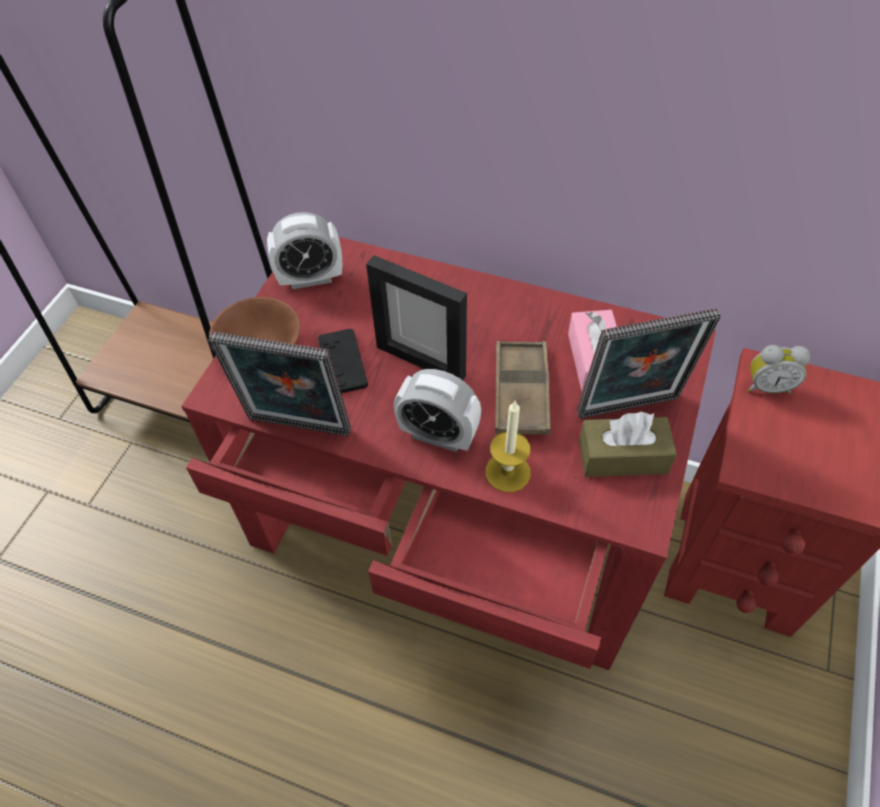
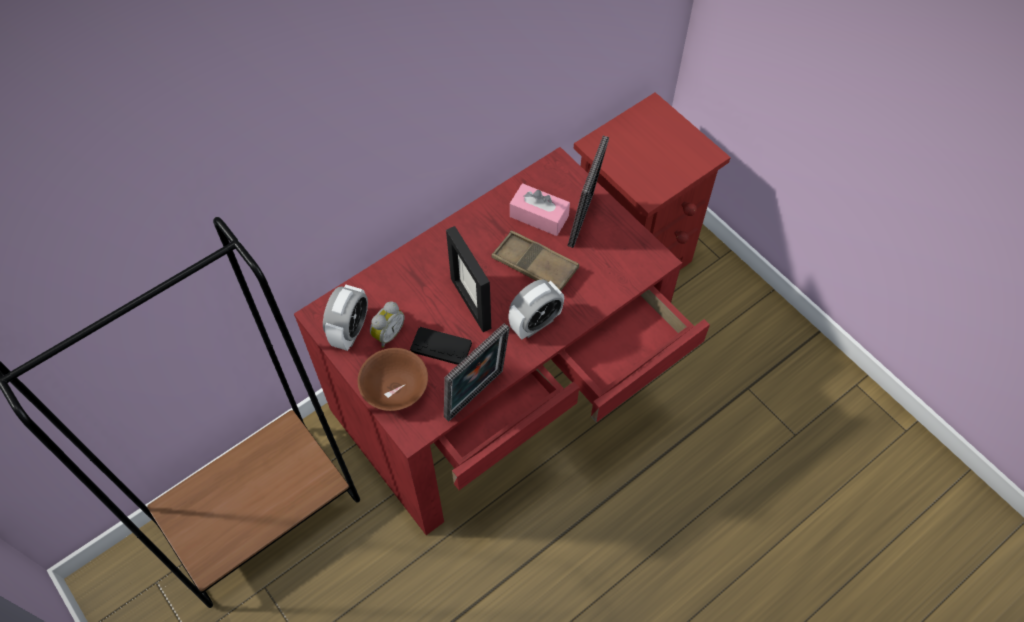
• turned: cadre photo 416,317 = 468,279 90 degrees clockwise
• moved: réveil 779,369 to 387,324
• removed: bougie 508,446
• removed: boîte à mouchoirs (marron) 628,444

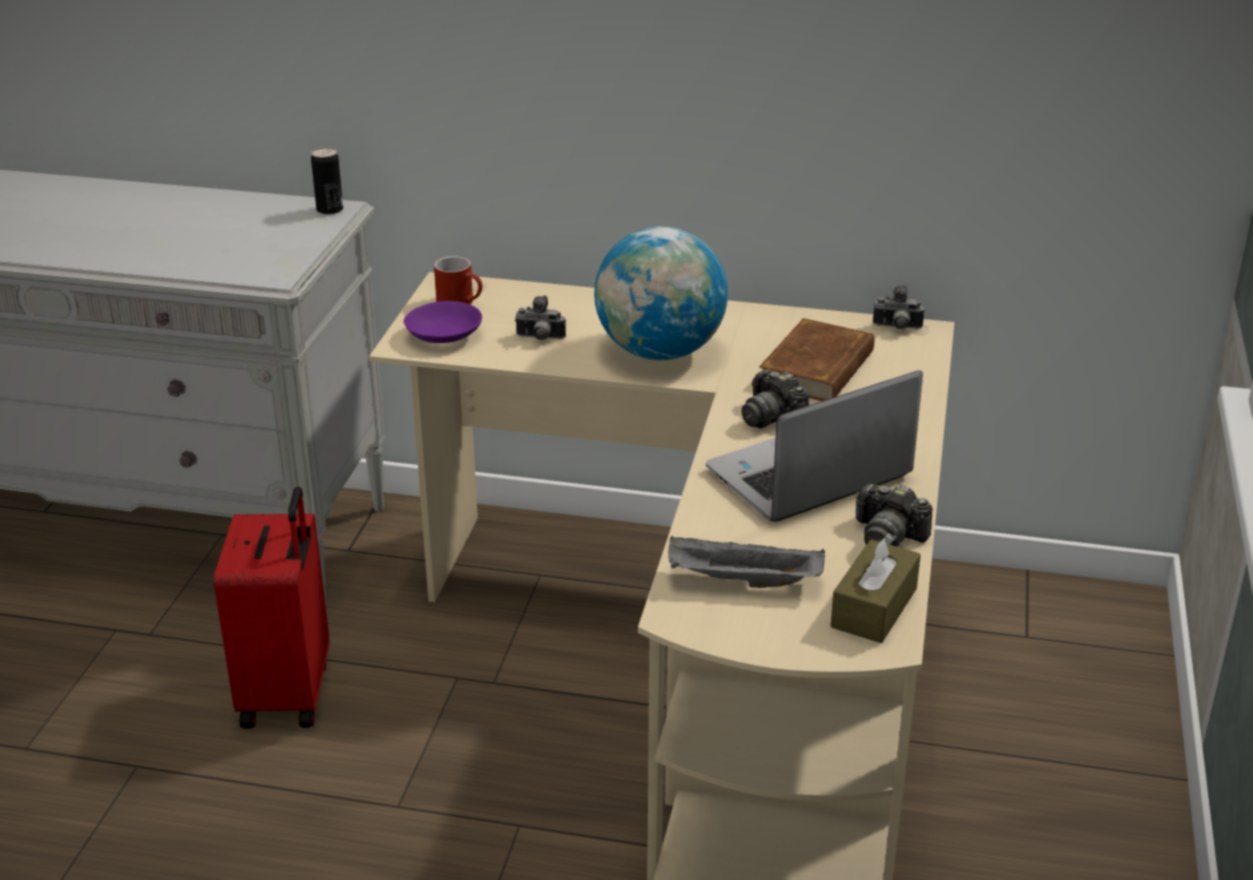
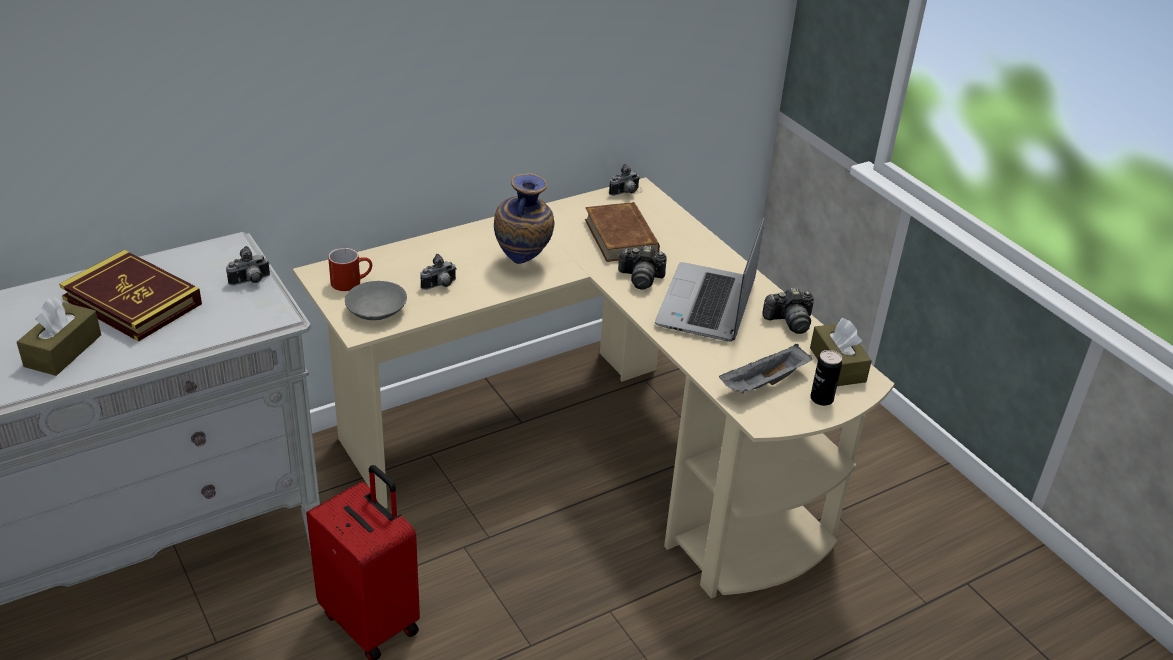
• moved: boîte métallique 327,181 to 826,378
• replaced: globe 661,293 to vase 524,218
• recoloured: bol (violet) 443,322 to bol (gris) 376,300
• added: appareil photo 248,266
• added: livre 130,296
• added: boîte à mouchoirs (marron) 59,337

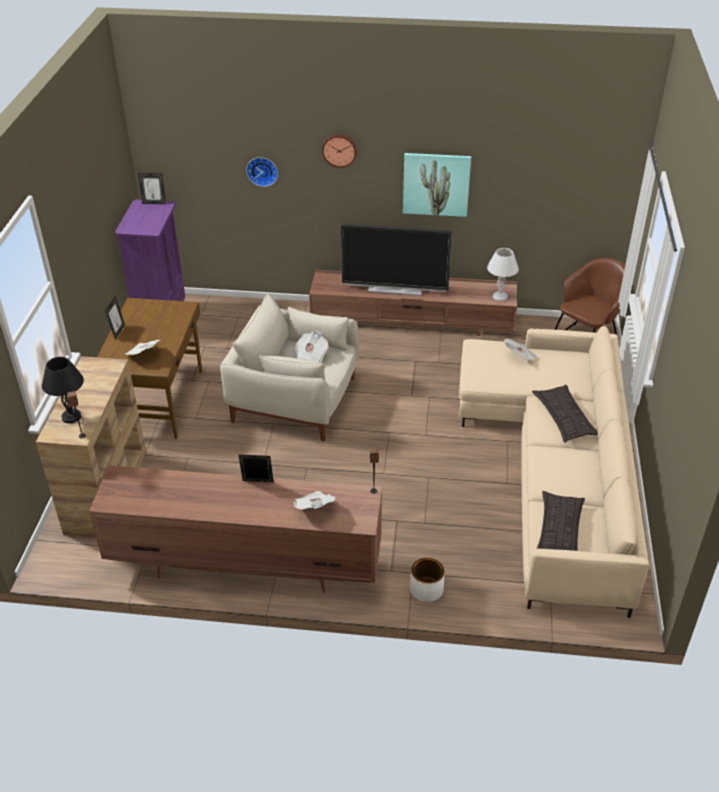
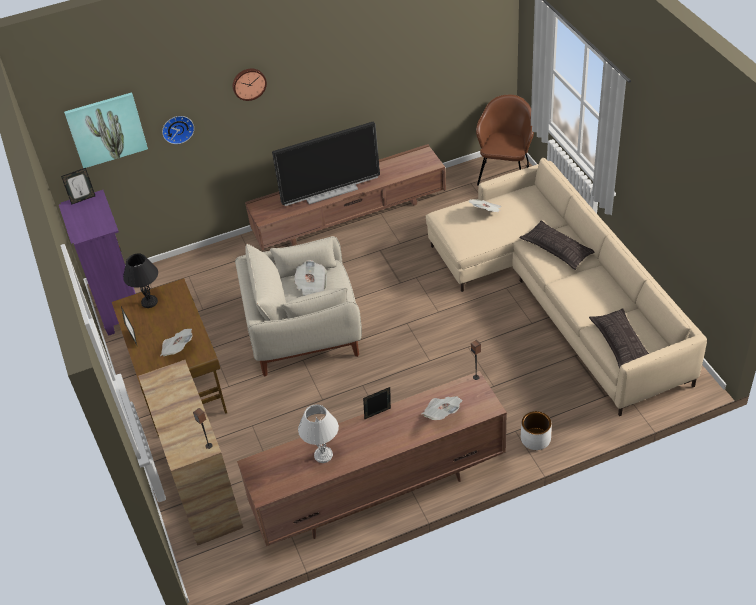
• moved: tableau 437,185 to 106,130
• moved: lampe de table (blanc) 503,274 to 318,433
• moved: lampe de table (noir) 63,390 to 140,280

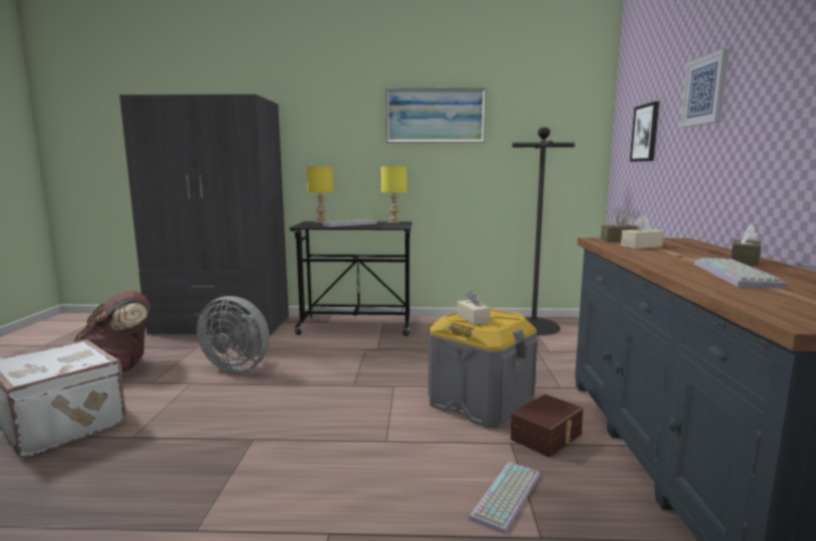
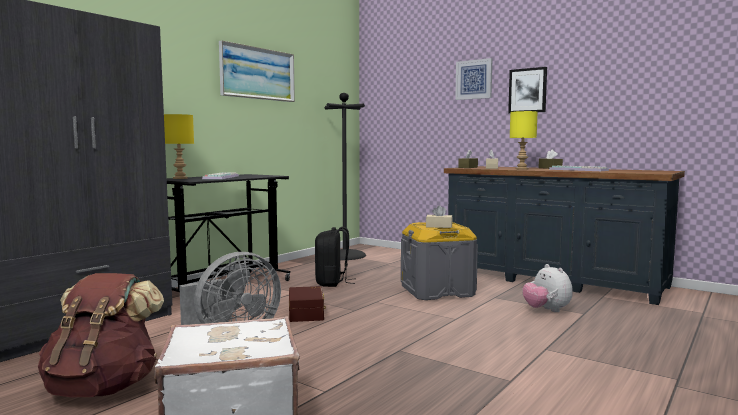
• moved: tableau 644,131 to 527,90
• moved: lampe de table (jaune) 394,194 to 523,140
• moved: boîte de rangement (marron) 547,425 to 307,304
• replaced: clavier 504,498 to peluche 547,288
• added: sac à dos (noir) 335,257

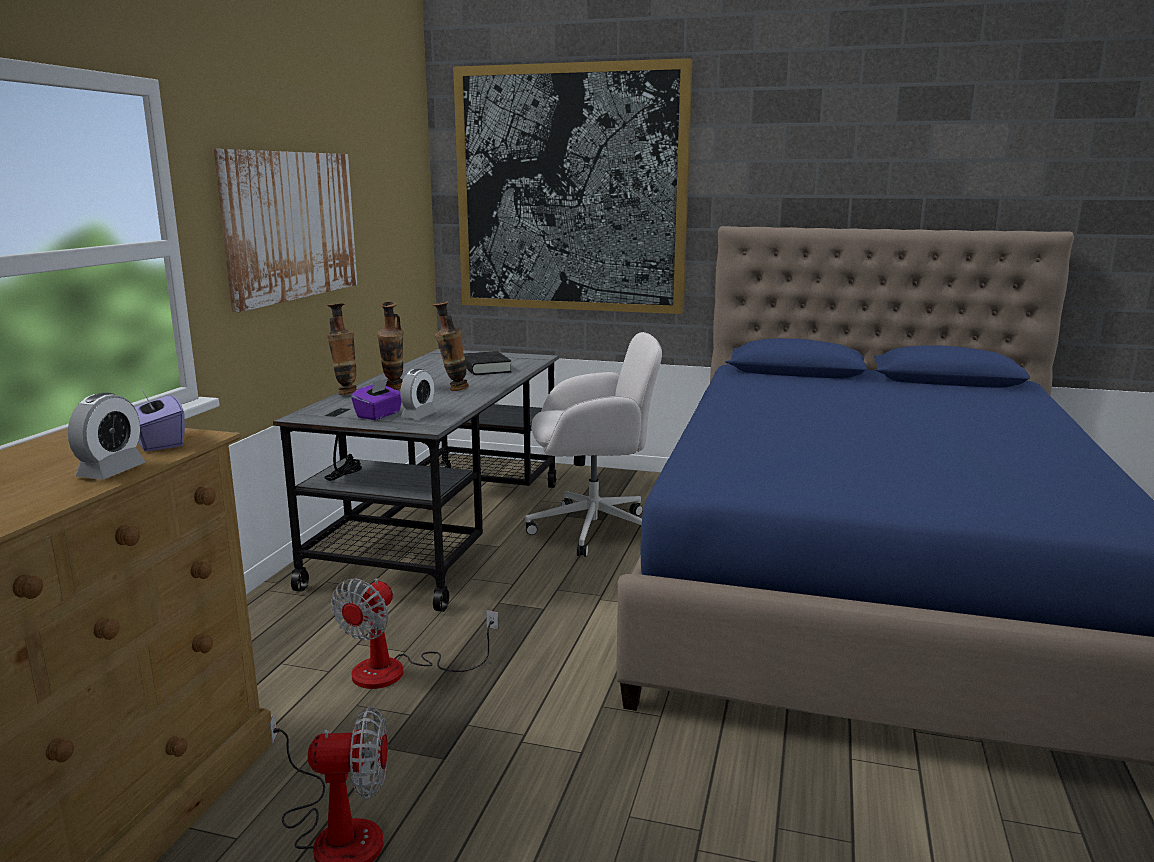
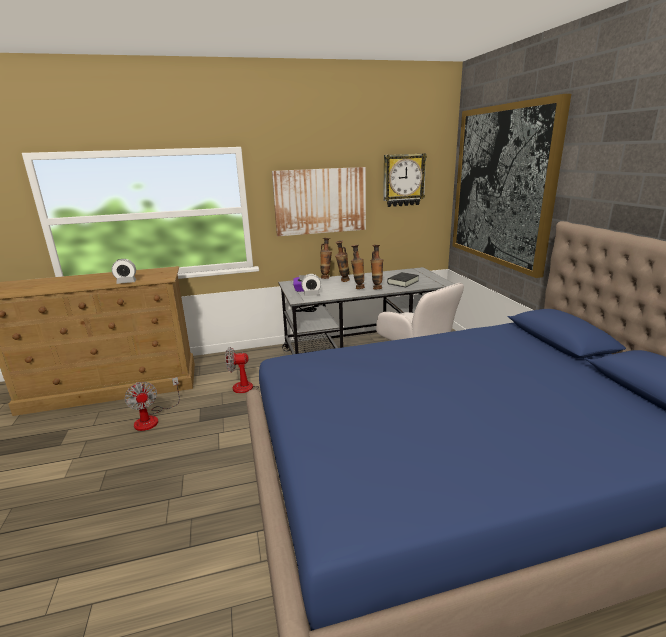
• removed: boîte à mouchoirs (violet) 160,419
• added: horloge murale 405,180
• added: vase 376,267

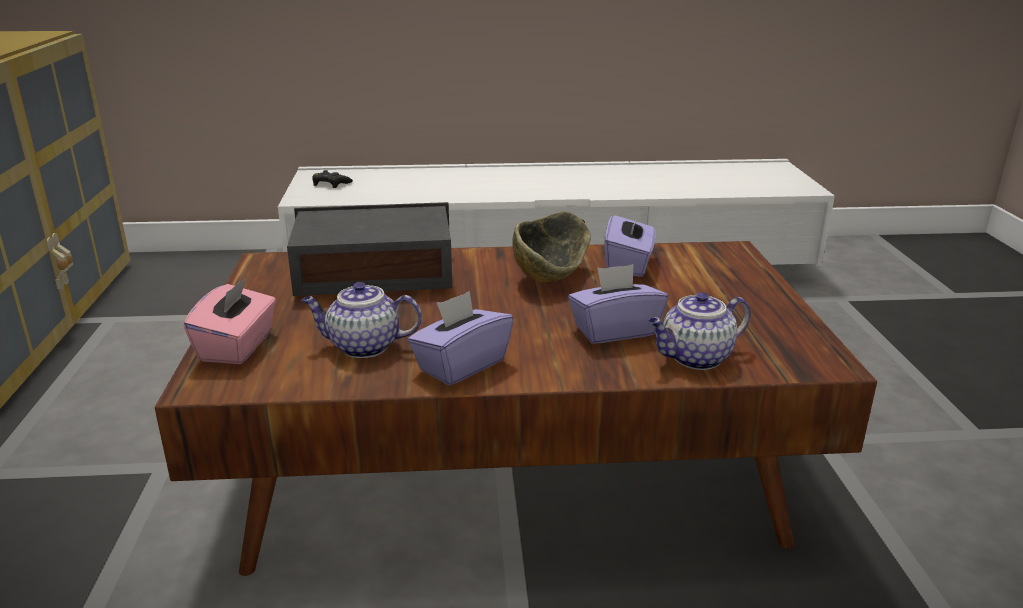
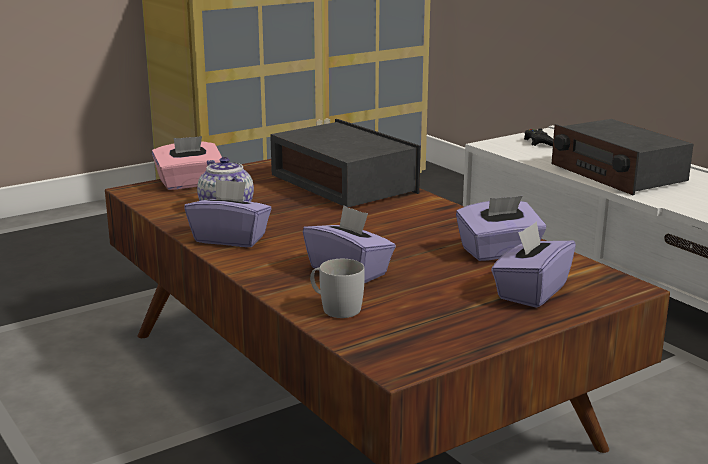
• removed: bol 551,246
• replaced: théière 699,331 to mug (blanc) 337,288
• added: radio 622,157
• added: boîte à mouchoirs (violet) 533,264

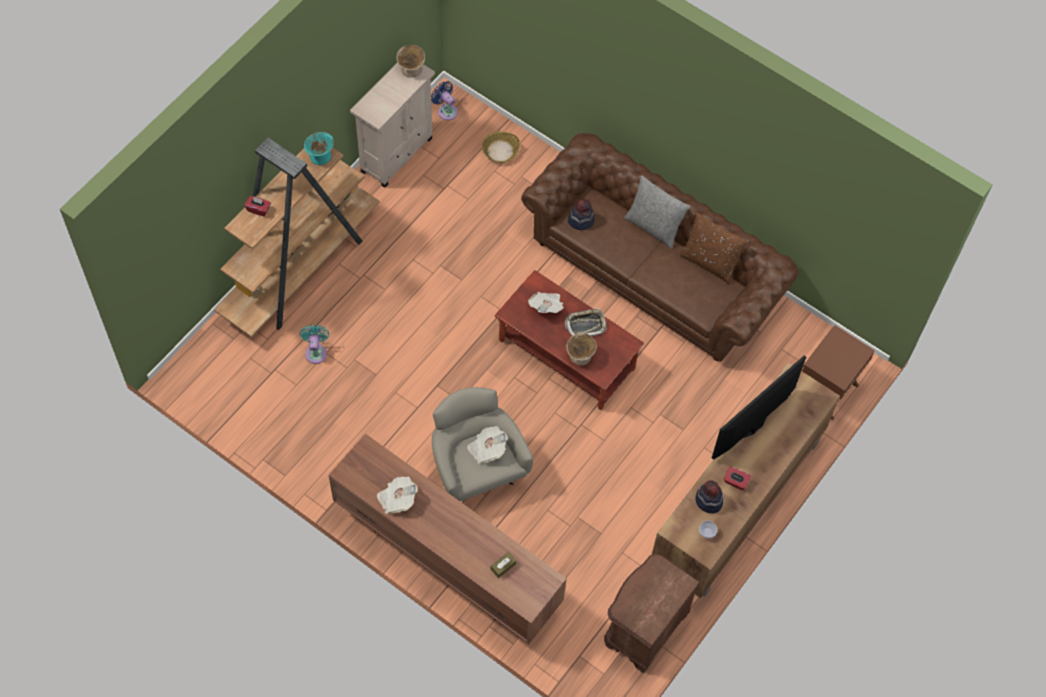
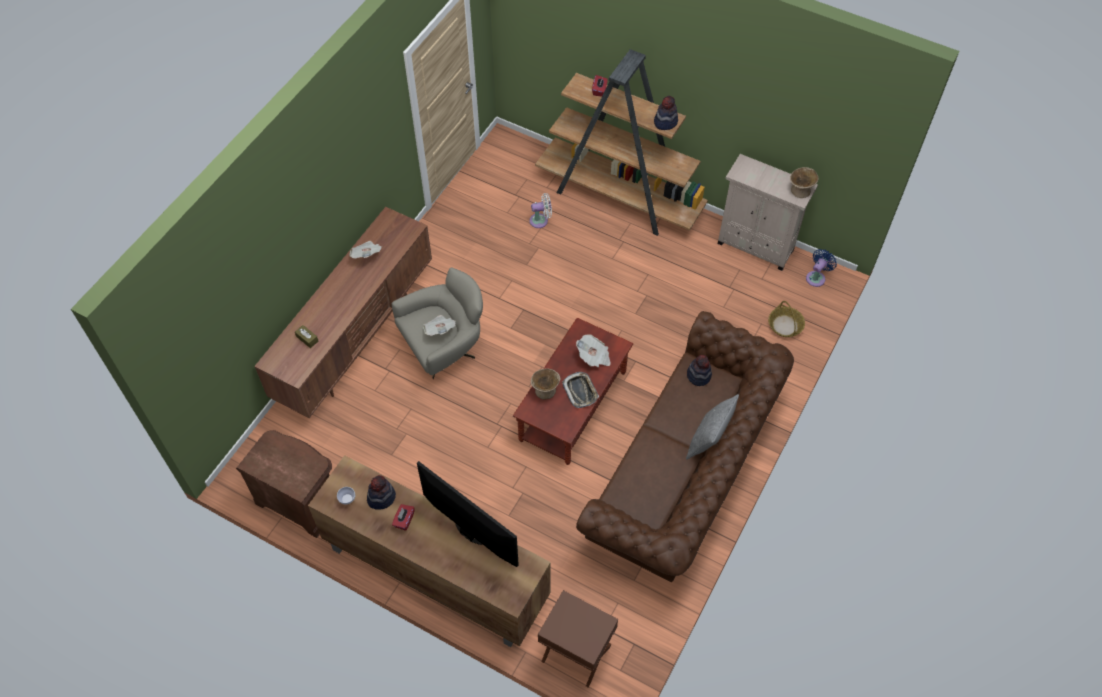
• replaced: bol (turquoise) 319,148 to chapeau 666,113
• removed: coussin (marron) 713,248
• recoloured: ventilateur (turquoise) 314,344 to ventilateur (blanc) 540,210

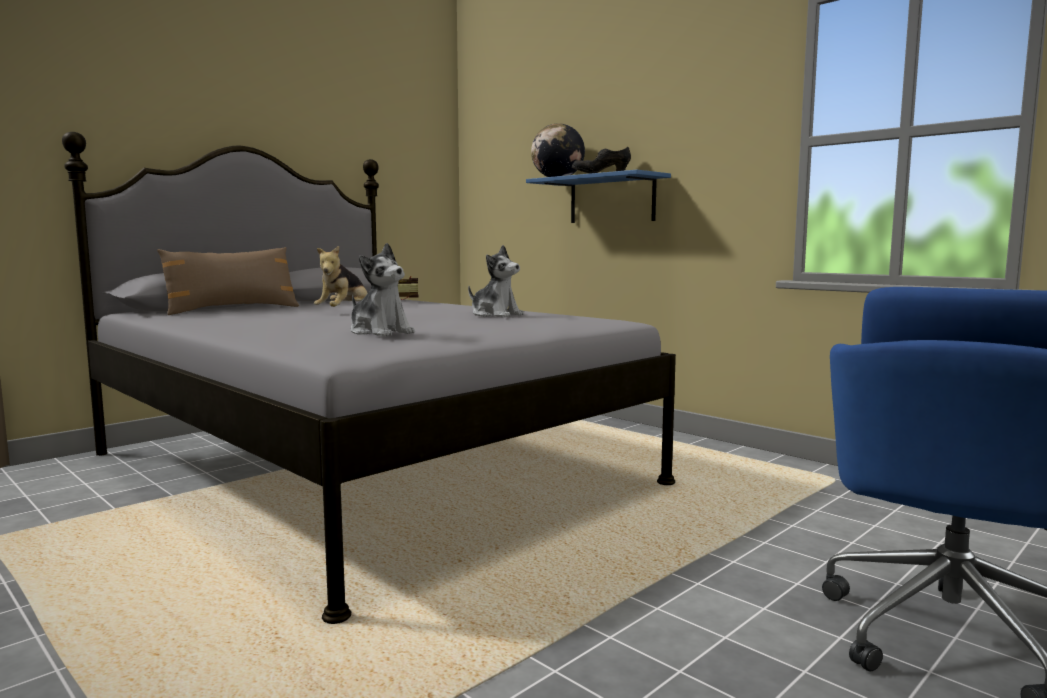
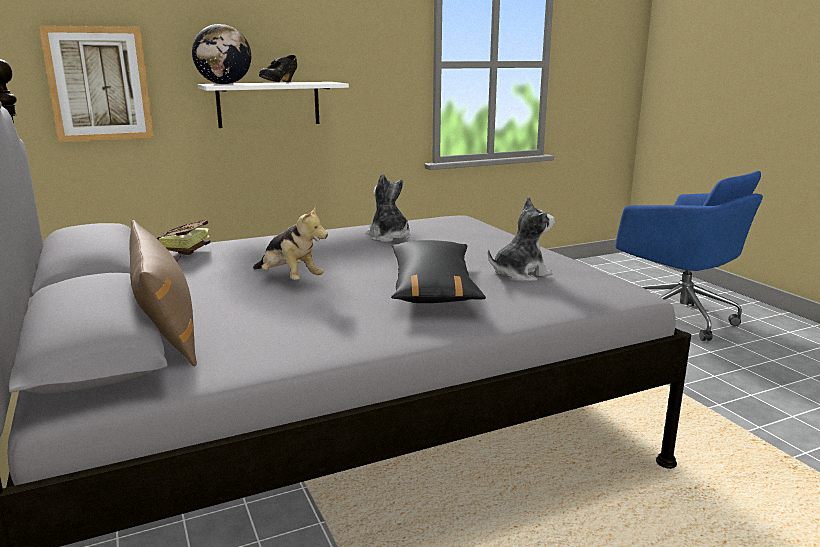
• recoloured: étagère (bleu) 598,196 to étagère (blanc) 273,105
• turned: peluche 496,281 = 388,207 90 degrees counterclockwise
• added: tableau 96,83
• added: coussin (noir) 438,271

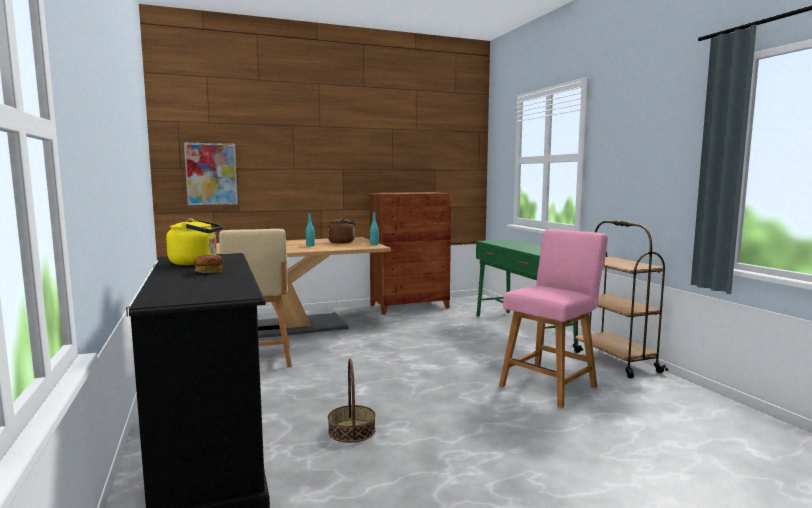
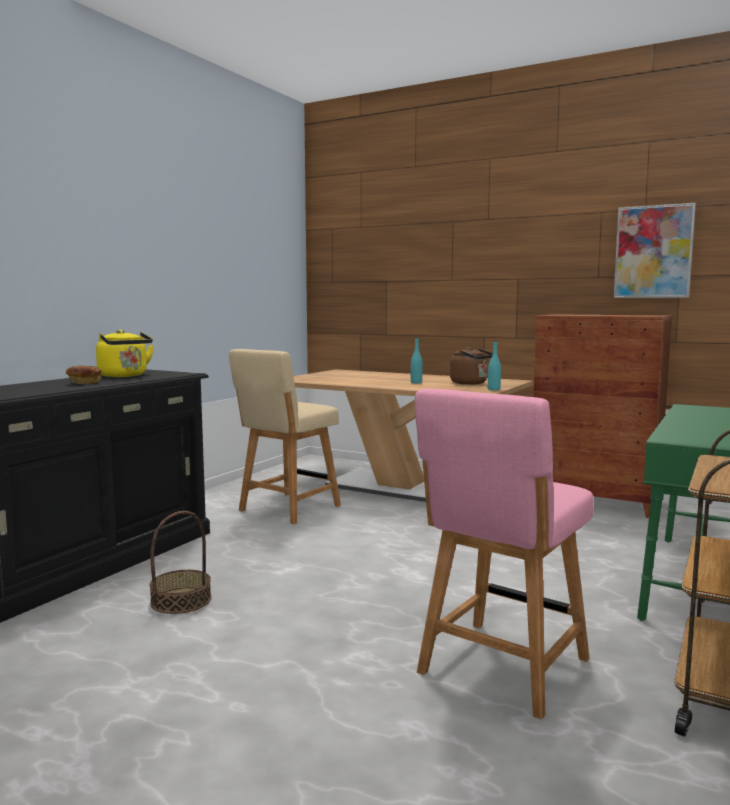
• moved: tableau 211,174 to 655,250
• turned: chaise (rose) 553,318 = 504,553 120 degrees clockwise

